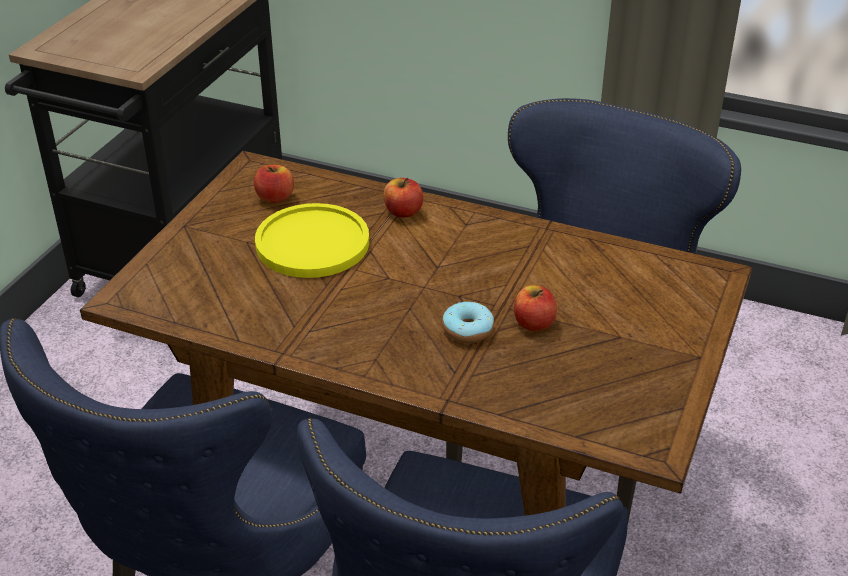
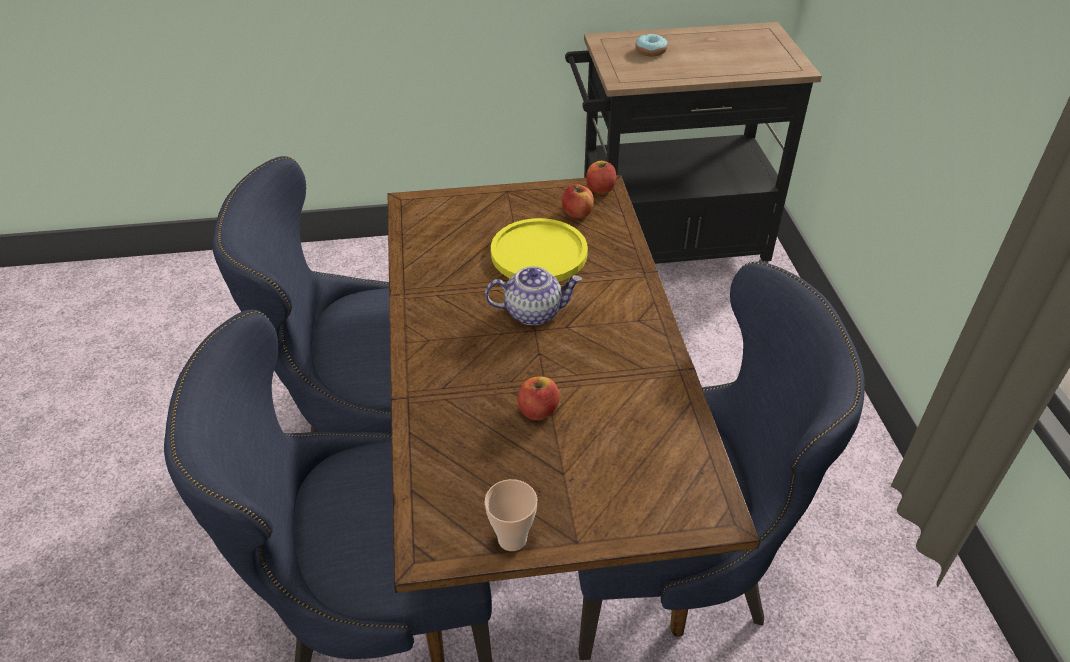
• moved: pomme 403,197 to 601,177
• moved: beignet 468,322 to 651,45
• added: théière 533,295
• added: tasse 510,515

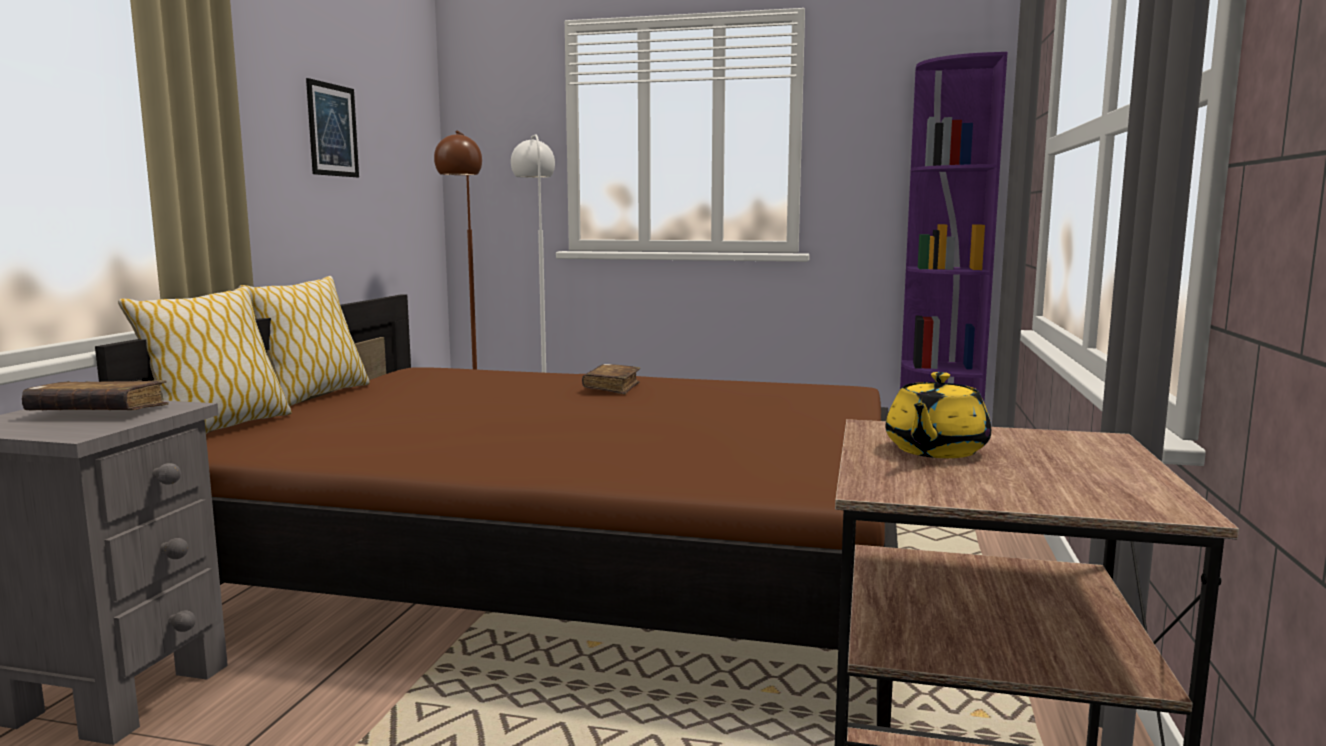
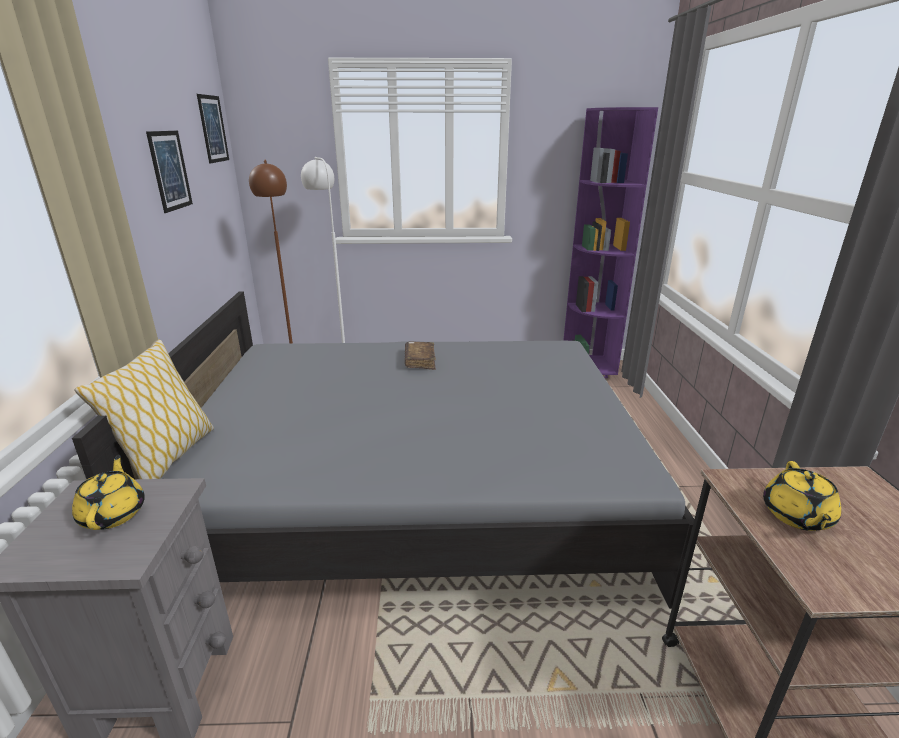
• removed: coussin 304,341
• recoloured: lit (marron) 496,511 to lit (gris) 383,450
• replaced: livre (marron) 95,395 to théière (jaune) 108,492
• added: tableau 213,128

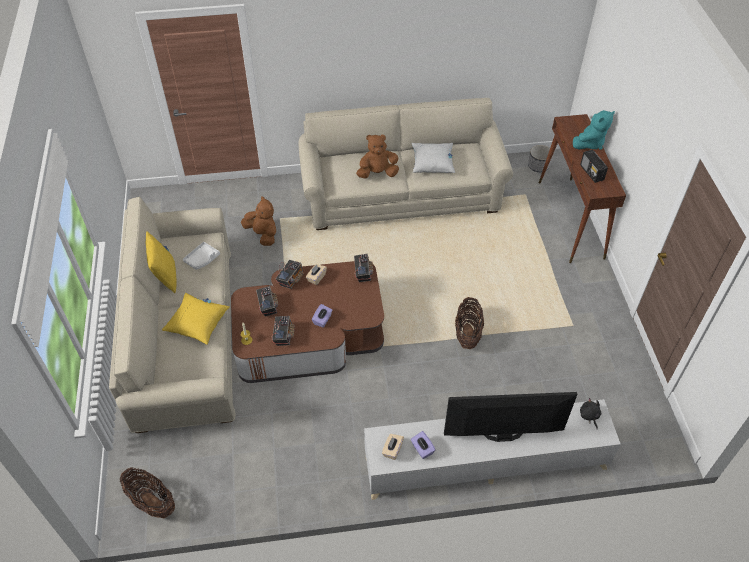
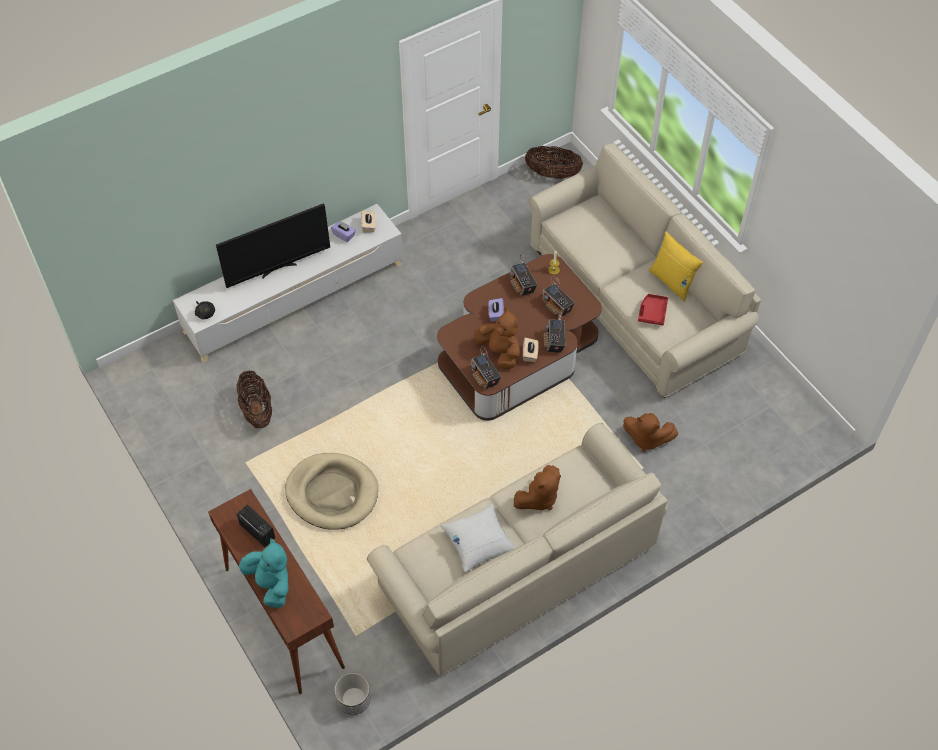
• turned: peluche (turquoise) 594,130 = 264,573 120 degrees clockwise
• recoloured: plateau (blanc) 201,256 to plateau (rouge) 653,309
• removed: coussin (jaune) 196,319
• moved: panier 469,323 to 254,399
• added: peluche (marron) 497,338
• added: panier pour chien (beige) 331,491

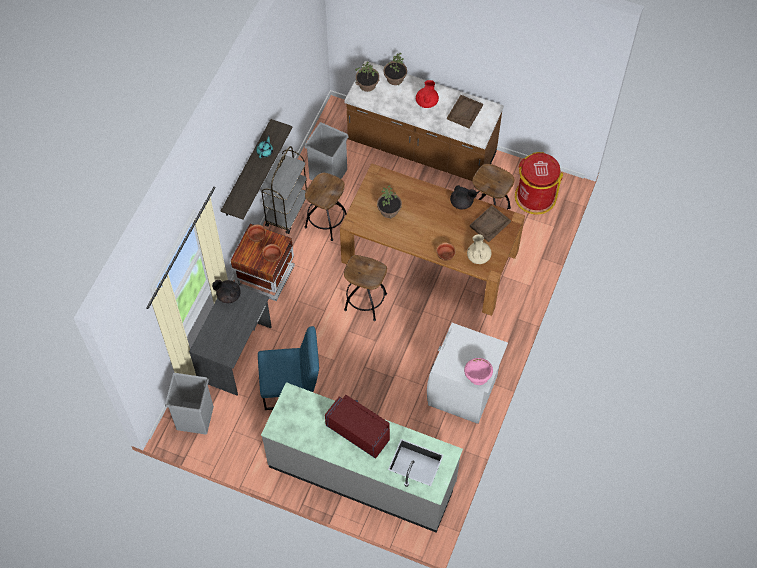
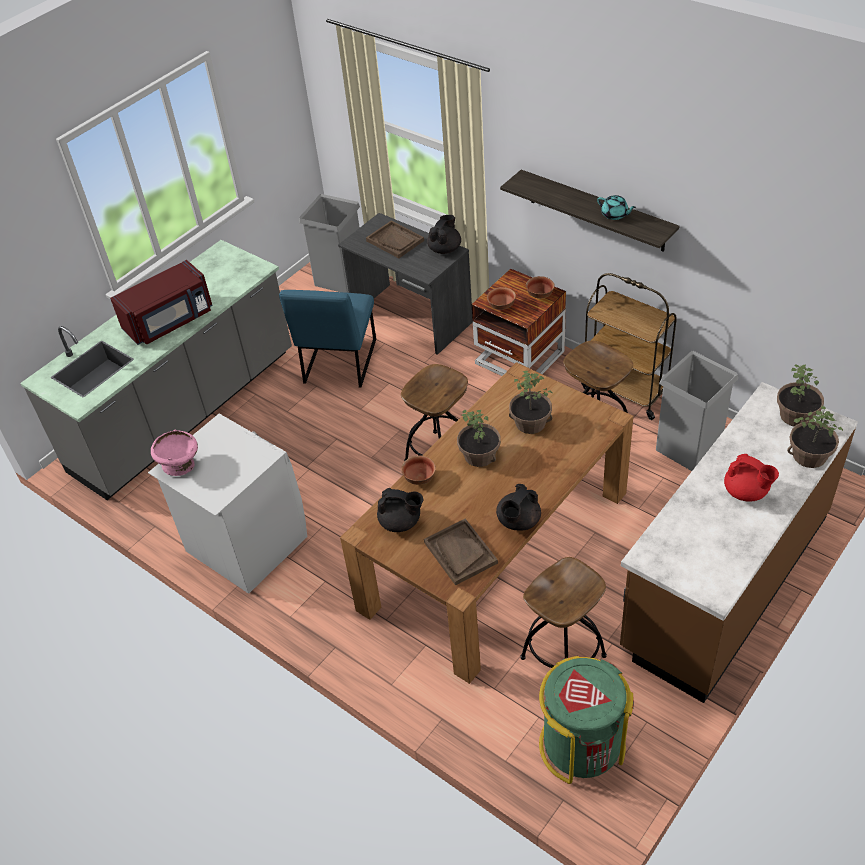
• moved: plateau (marron) 465,112 to 395,239
• recoloured: chariot (gris) 283,190 to chariot (marron) 629,346
• recoloured: poubelle (rouge) 539,183 to poubelle (vert) 586,720
• recoloured: théière (beige) 479,249 to théière (noir) 400,510
• added: plante en pot 479,438

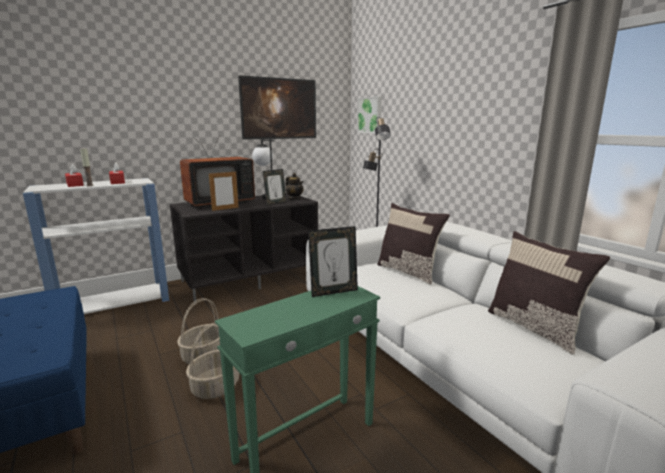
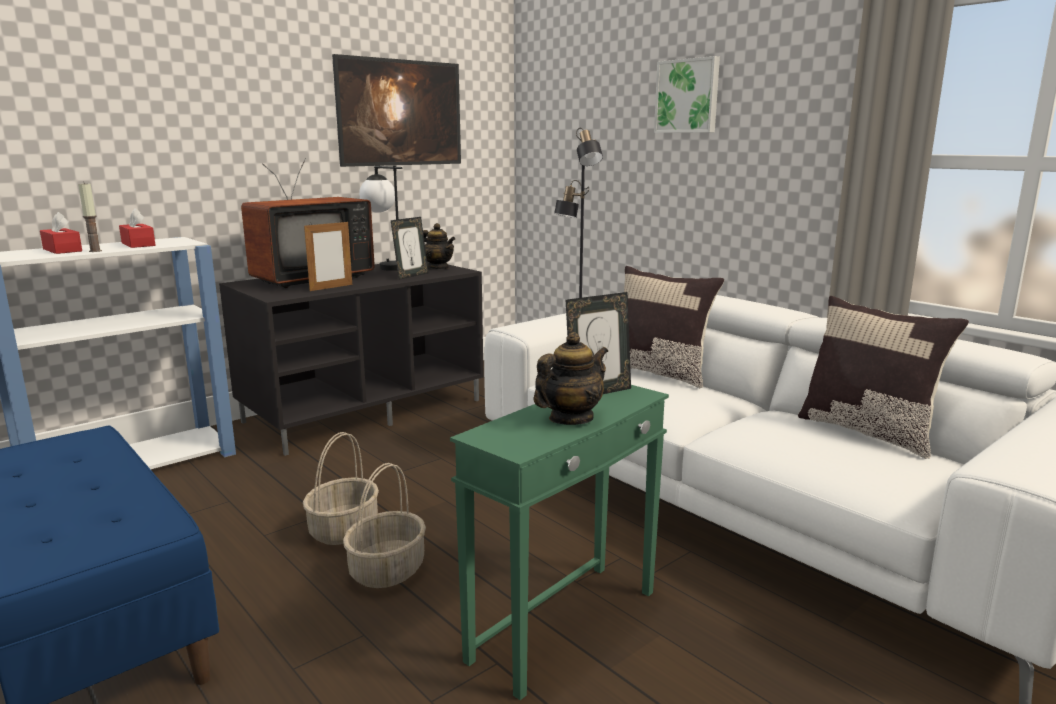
• moved: tableau 369,114 to 687,94
• added: théière 570,378

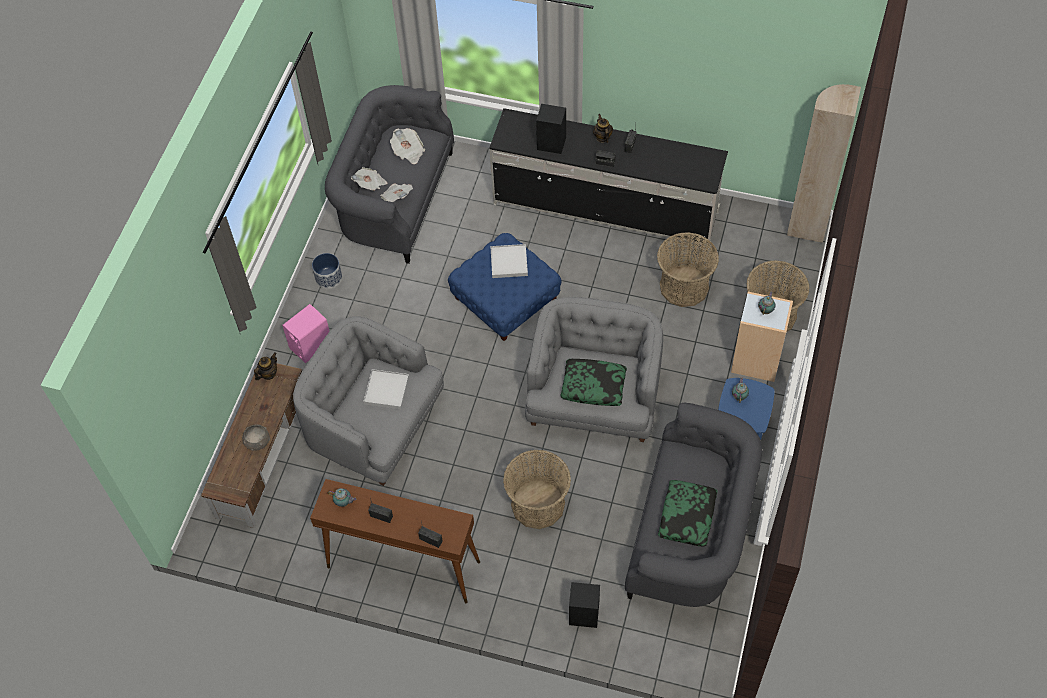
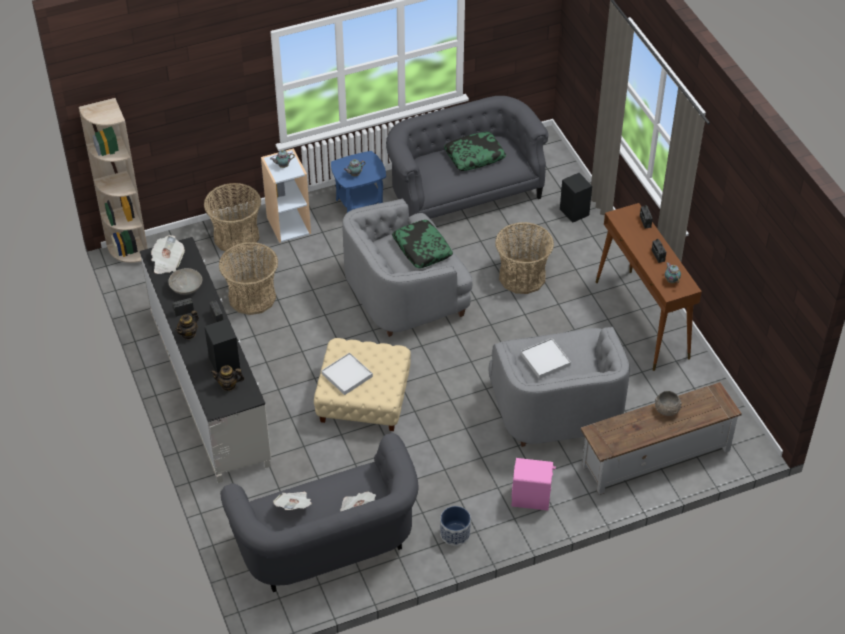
• moved: journal 396,192 to 168,254
• recoloured: pouf (bleu) 505,287 to pouf (beige) 362,384
• moved: théière 265,366 to 228,378
• added: bol (gris) 185,281

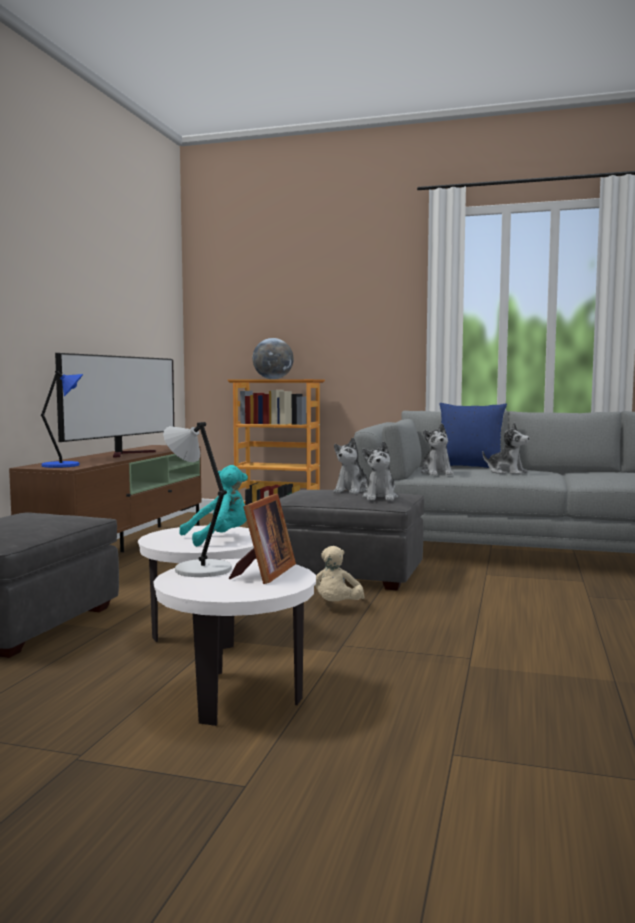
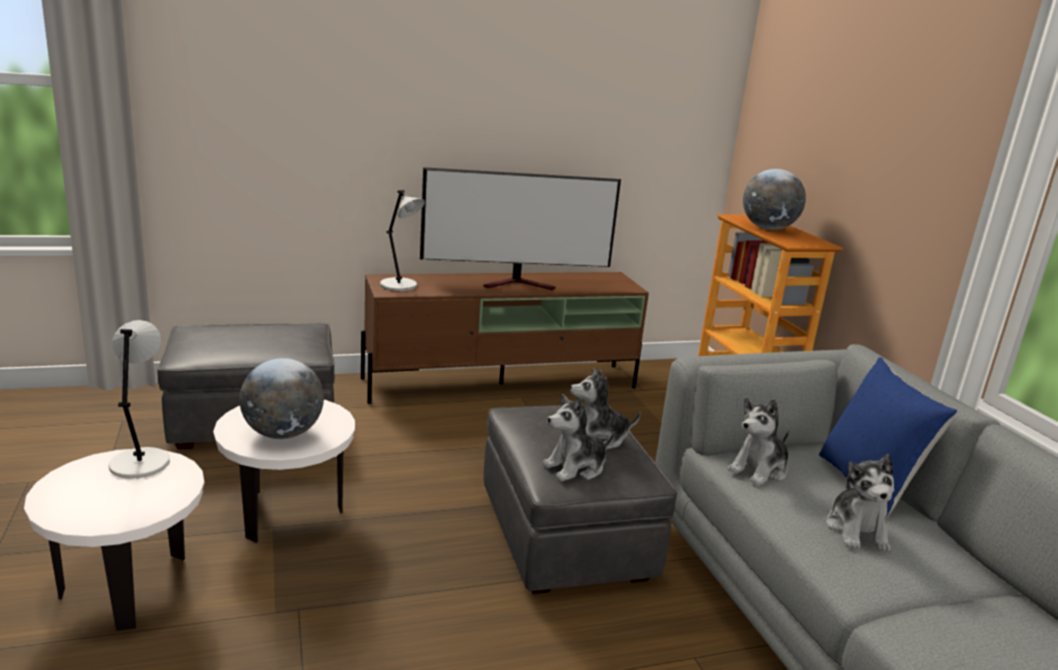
• recoloured: lampe de table (bleu) 62,419 to lampe de table (gris) 402,240
• replaced: peluche (turquoise) 213,506 to globe 281,398
• removed: cadre photo 262,538
• removed: peluche (beige) 340,573

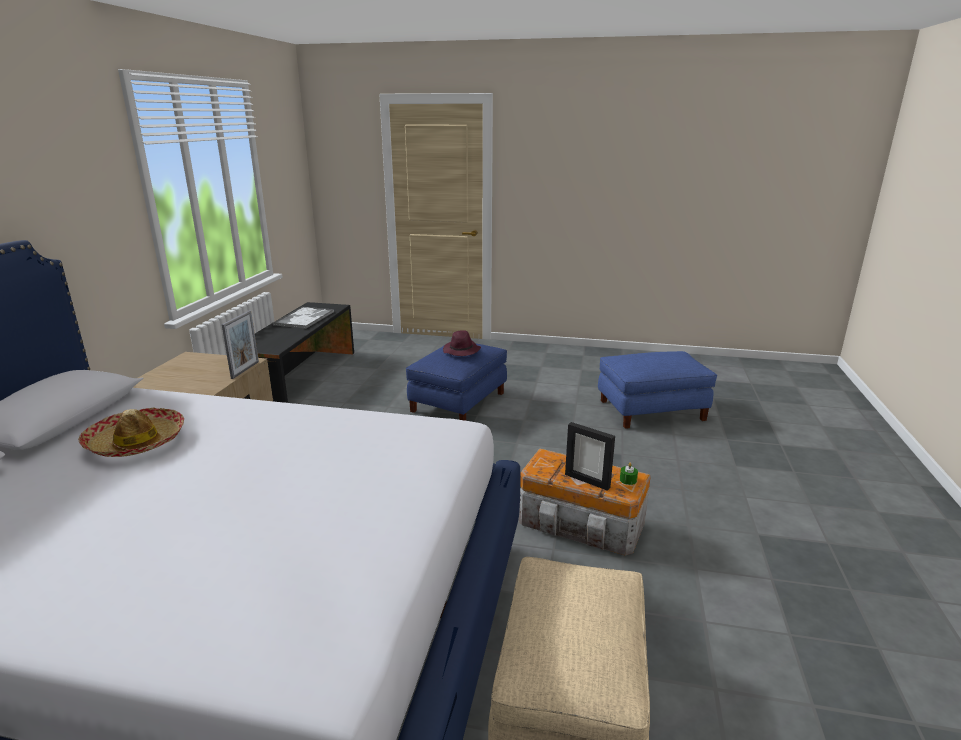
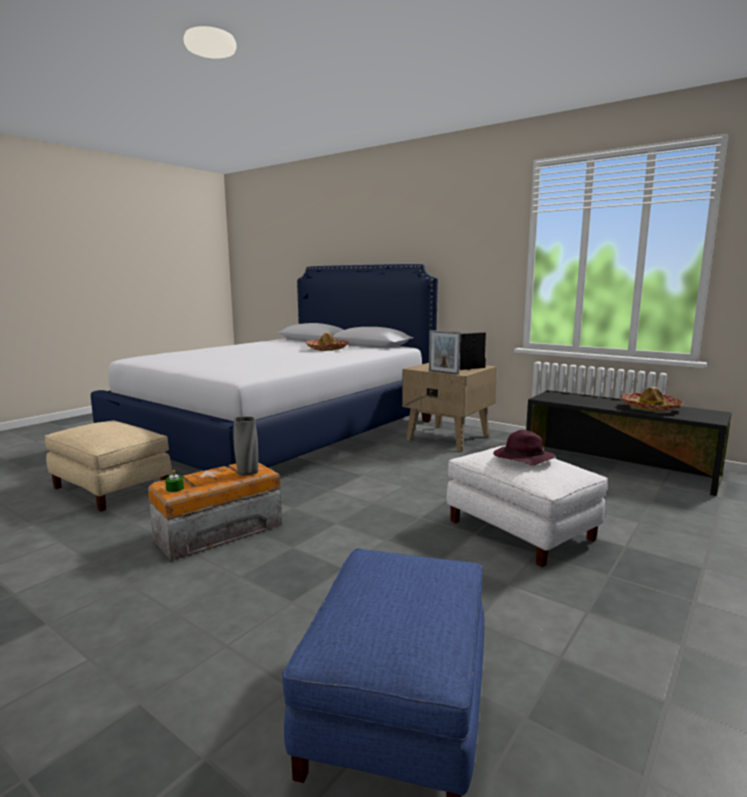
• replaced: plateau 303,318 to chapeau 652,399
• recoloured: pouf (bleu) 456,382 to pouf (blanc) 527,506
• moved: cadre photo 590,456 to 473,351
• added: vase (gris) 245,446

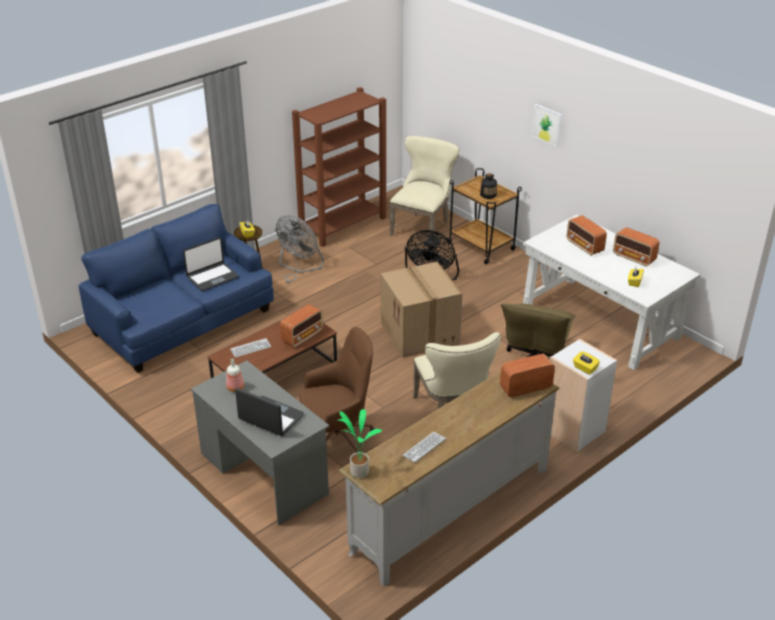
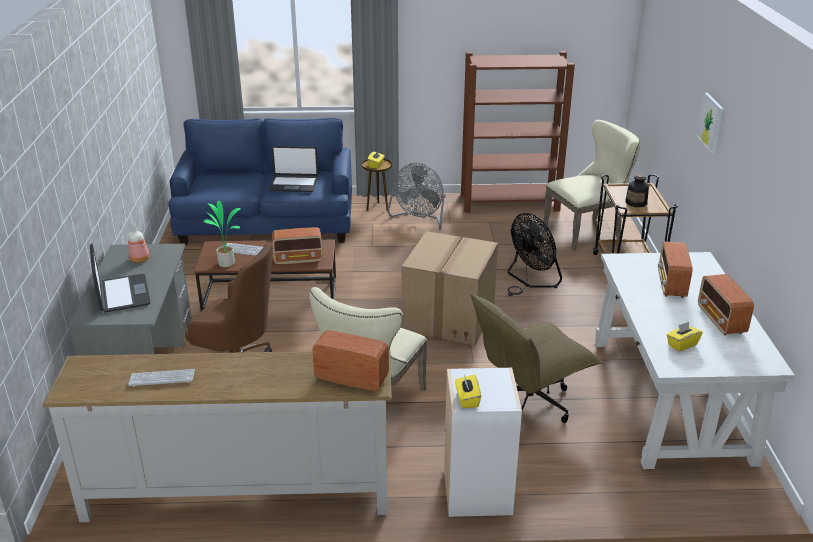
• turned: ventilateur (gris) 299,249 = 416,196 135 degrees clockwise
• moved: plante en pot 360,443 to 222,234

